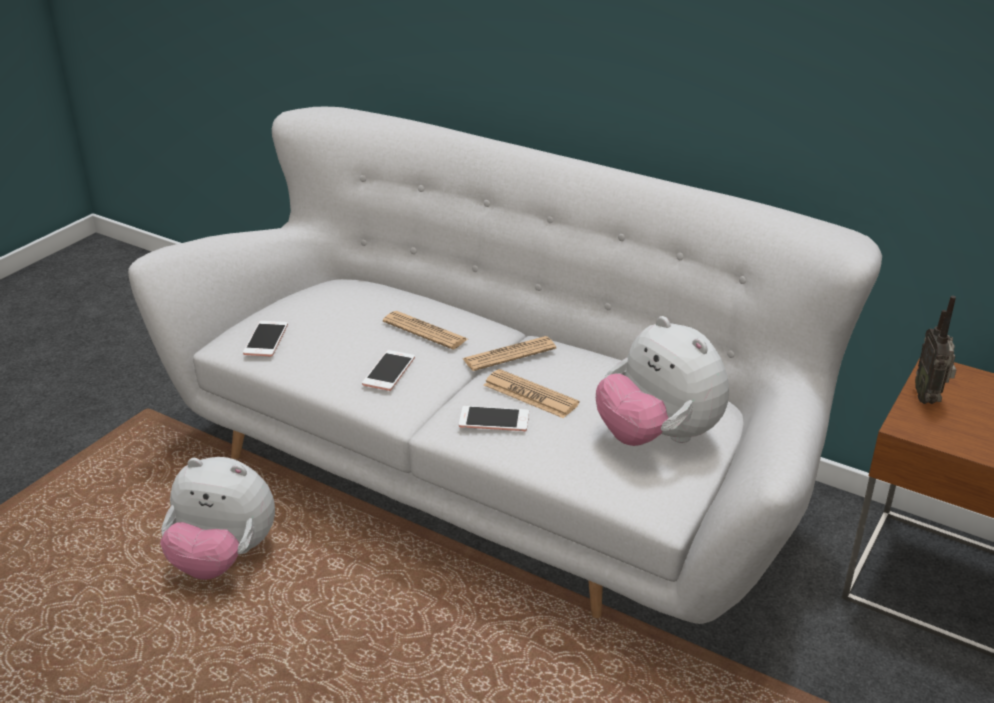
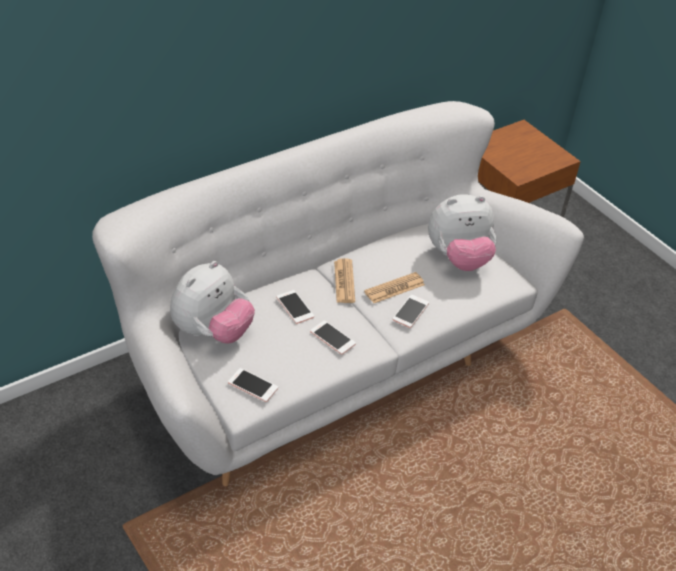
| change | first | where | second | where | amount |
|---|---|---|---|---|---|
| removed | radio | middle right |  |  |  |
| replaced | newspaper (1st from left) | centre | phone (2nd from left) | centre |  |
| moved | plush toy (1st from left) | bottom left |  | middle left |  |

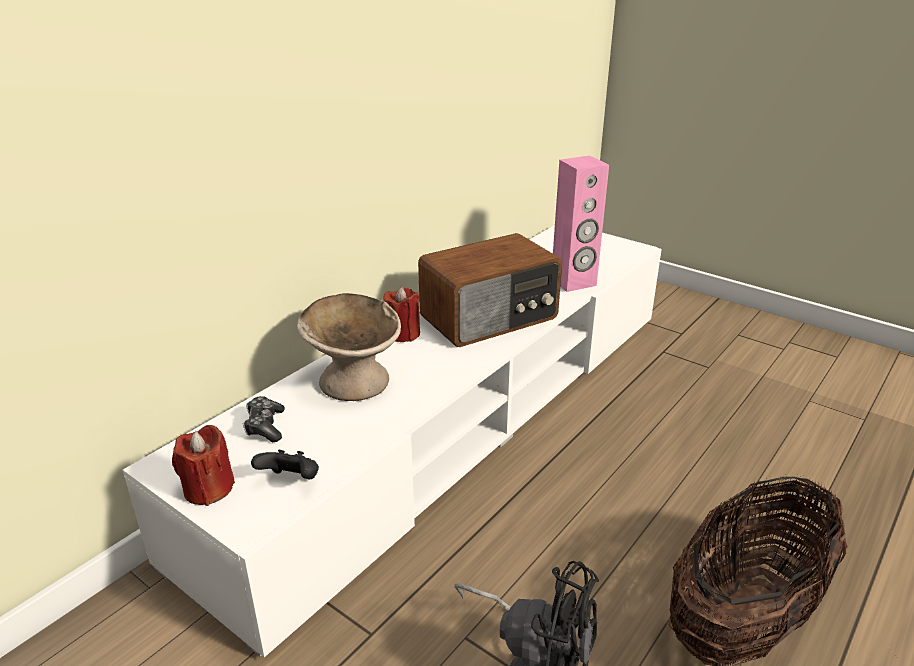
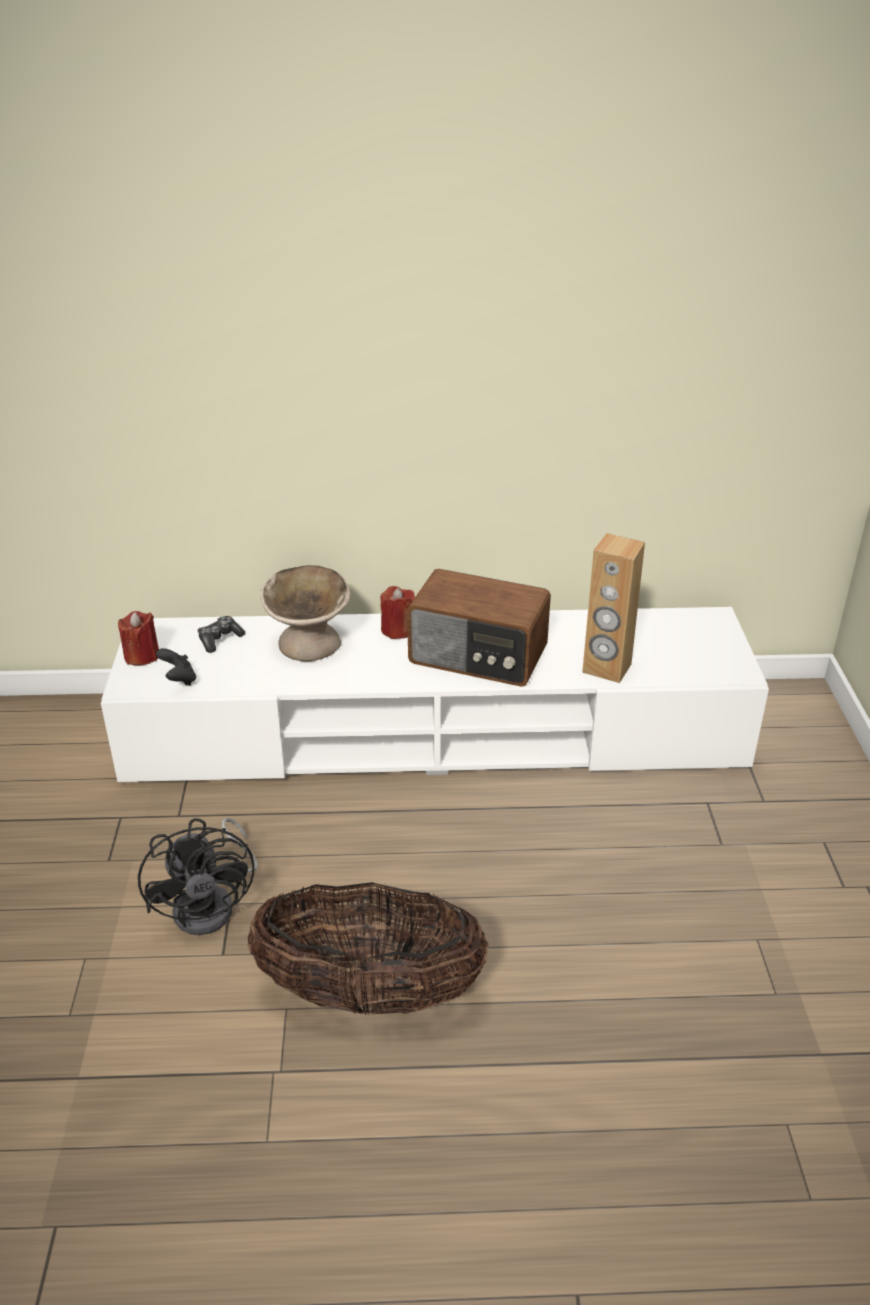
| change | first | where | second | where | amount |
|---|---|---|---|---|---|
| recoloured | speaker/pink | centre | speaker/brown | middle right |  |

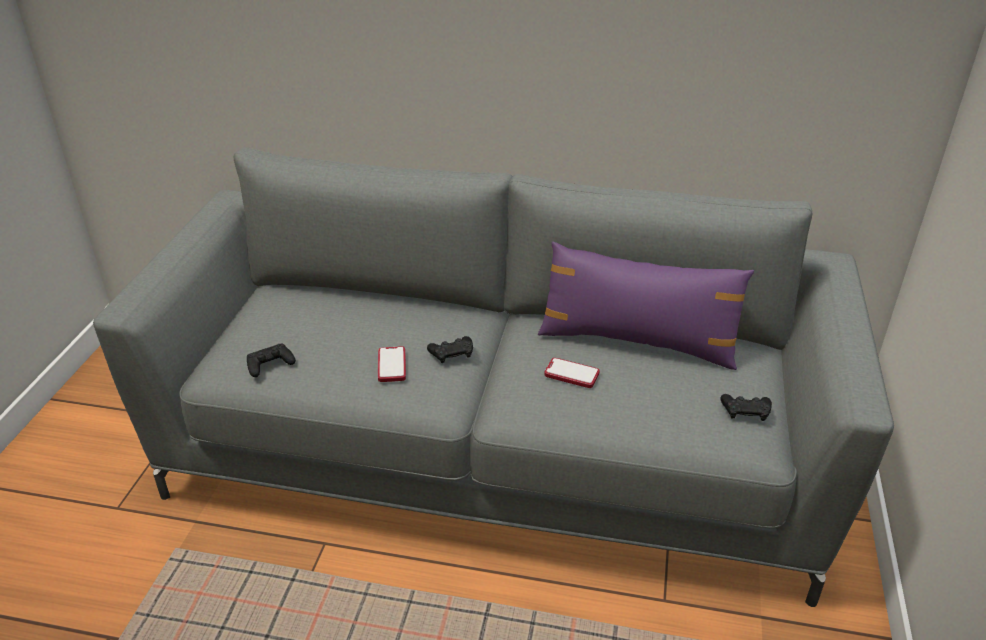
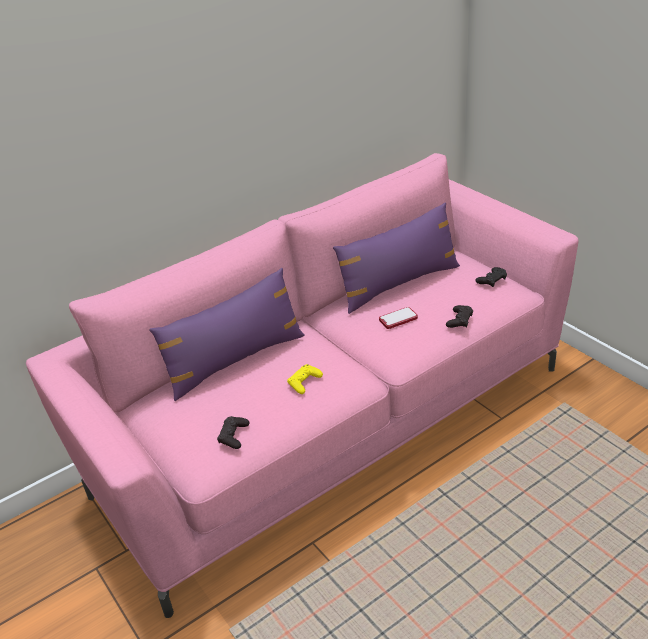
| change | first | where | second | where | amount |
|---|---|---|---|---|---|
| recoloured | sofa/grey | centre | sofa/pink | centre |  |
| moved | game controller/black (2nd from left) | centre |  | middle right |  |
| replaced | phone (1st from left) | centre | game controller/yellow | centre |  |
| added |  |  | pillow/purple (1st from left) | centre |  |

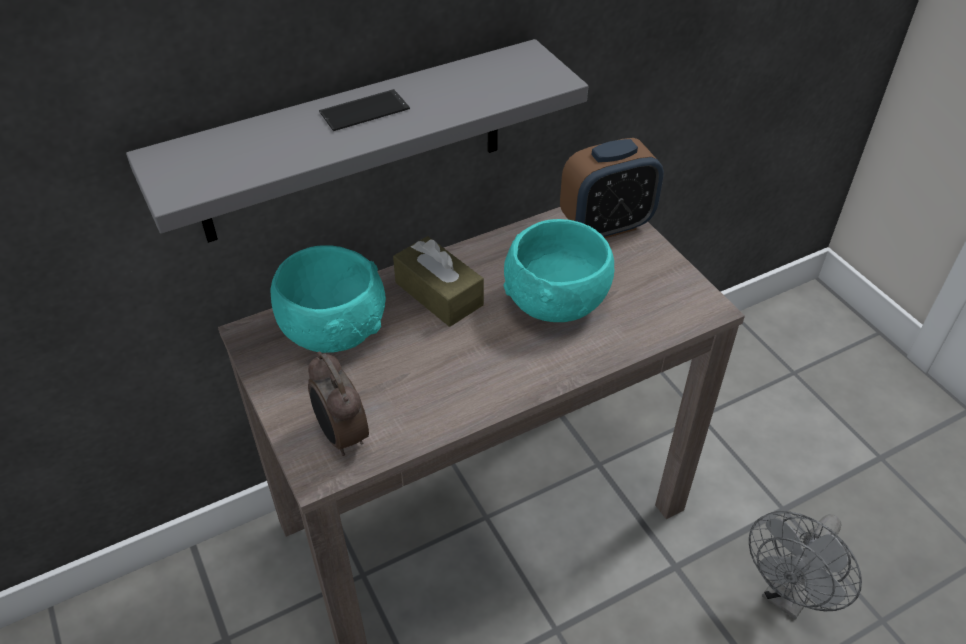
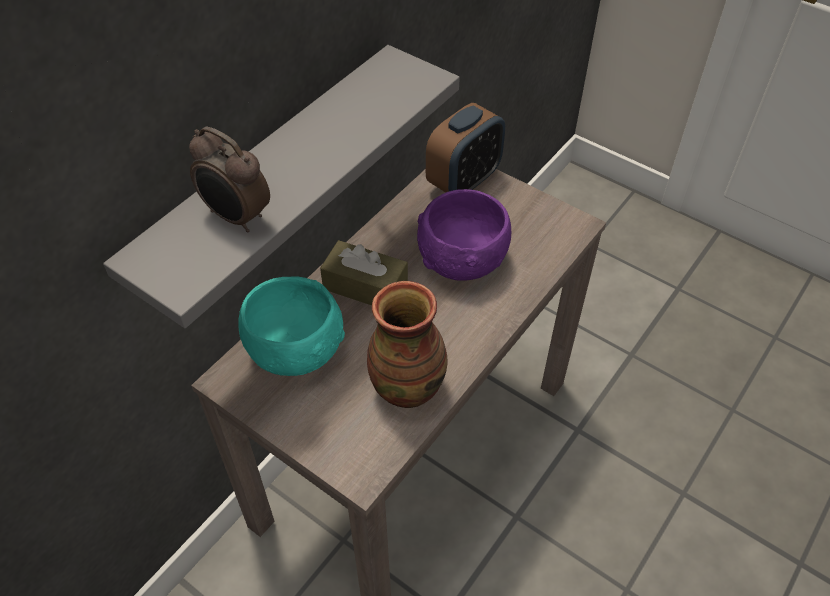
| change | first | where | second | where | amount |
|---|---|---|---|---|---|
| removed | phone | top centre |  |  |  |
| recoloured | bowl/turquoise (2nd from left) | centre | bowl/purple | centre |  |
| moved | alarm clock (1st from left) | centre |  | top left |  |
| removed | fan/grey | bottom right |  |  |  |
| added |  |  | vase | centre |  |

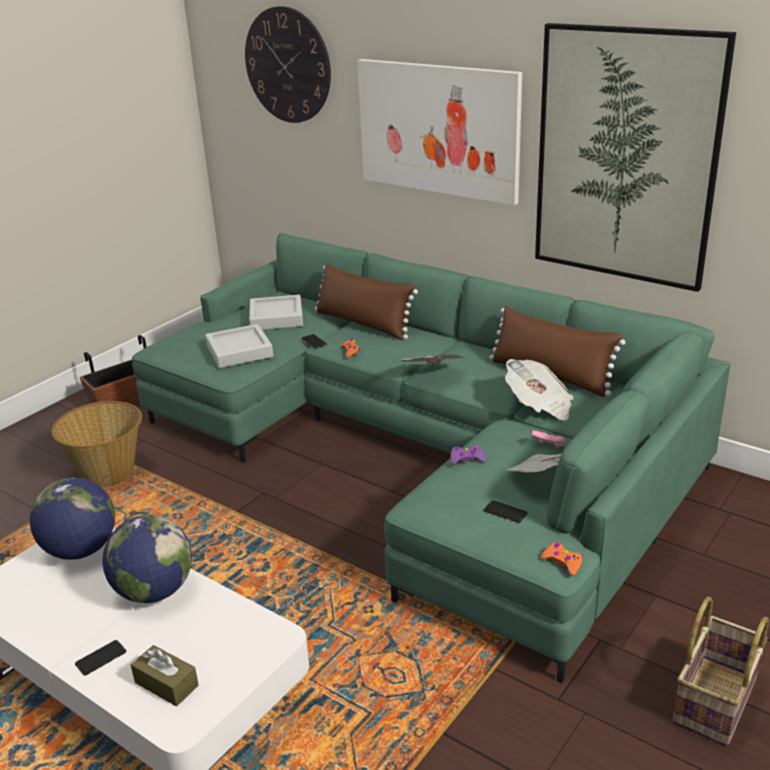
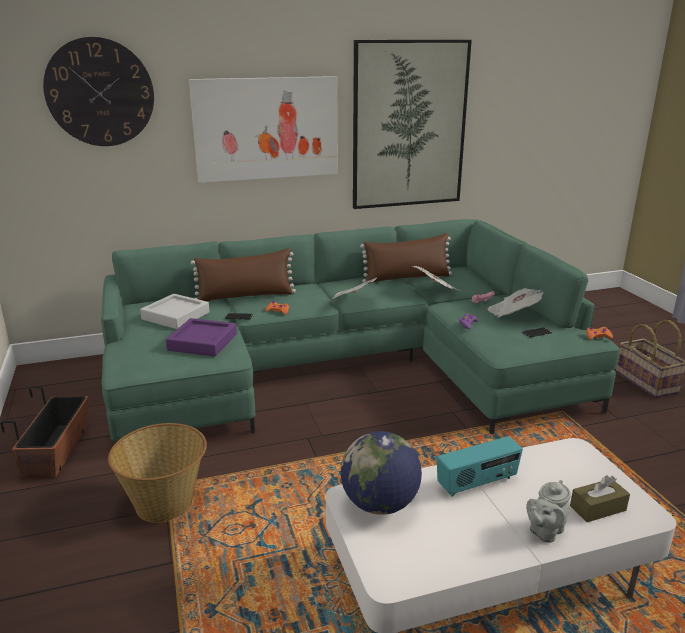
| change | first | where | second | where | amount |
|---|---|---|---|---|---|
| recoloured | tray/grey (1st from left) | middle left | tray/purple | middle left |  |
| replaced | globe (2nd from left) | bottom left | radio | bottom right |  |
| replaced | phone (1st from left) | bottom left | teapot/grey | bottom right |  |

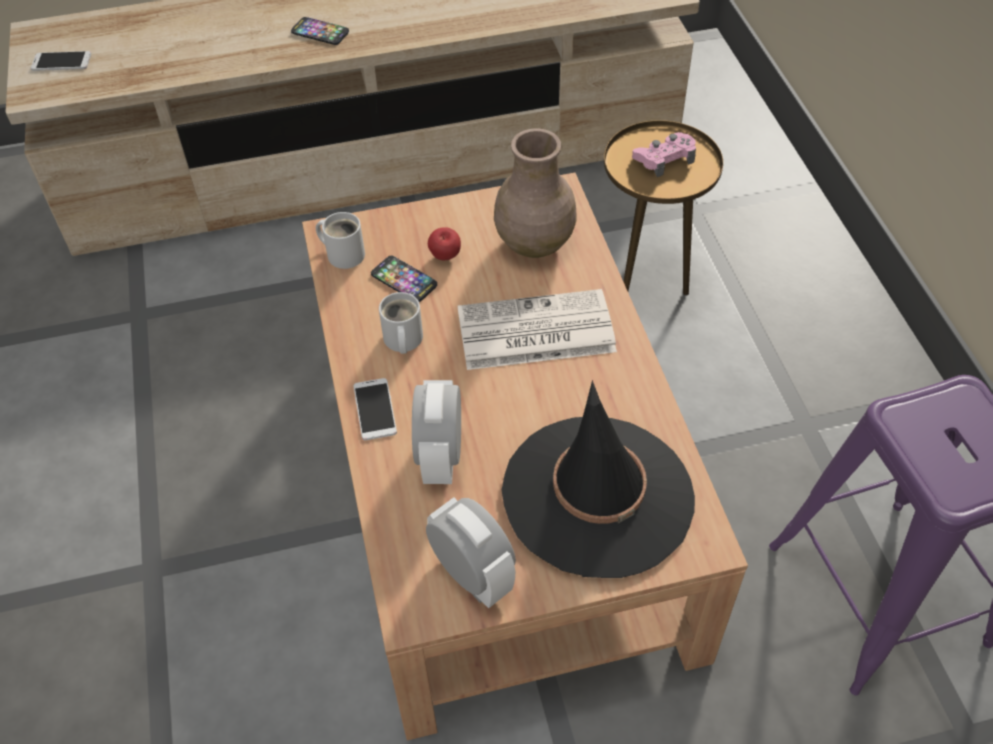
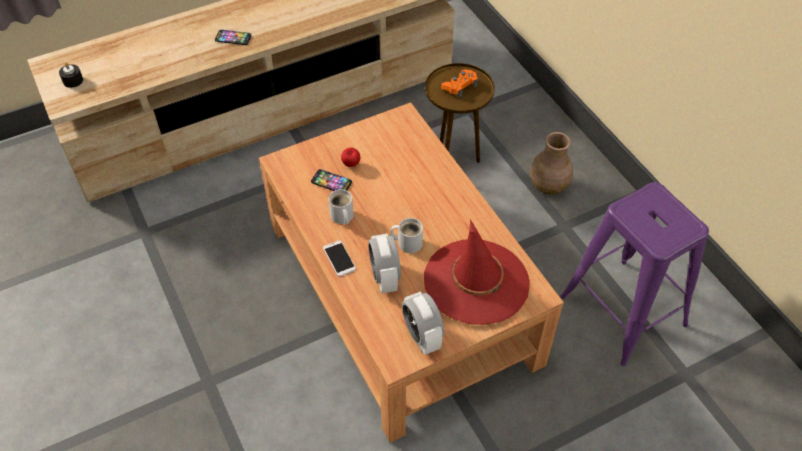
| change | first | where | second | where | amount |
|---|---|---|---|---|---|
| replaced | phone (1st from left) | top left | candle/black | top left |  |
| moved | vase/brown | top centre |  | middle right |  |
| recoloured | game controller/pink | top right | game controller/orange | top centre |  |
| moved | mug/white (1st from left in the first image) | top centre | mug/white (2nd from left) | centre |  |
| removed | newspaper | centre |  |  |  |
| recoloured | hat/black | centre | hat/red | centre |  |
| turned | alarm clock (2nd from left) | bottom centre |  | bottom centre | 150 degrees counterclockwise |

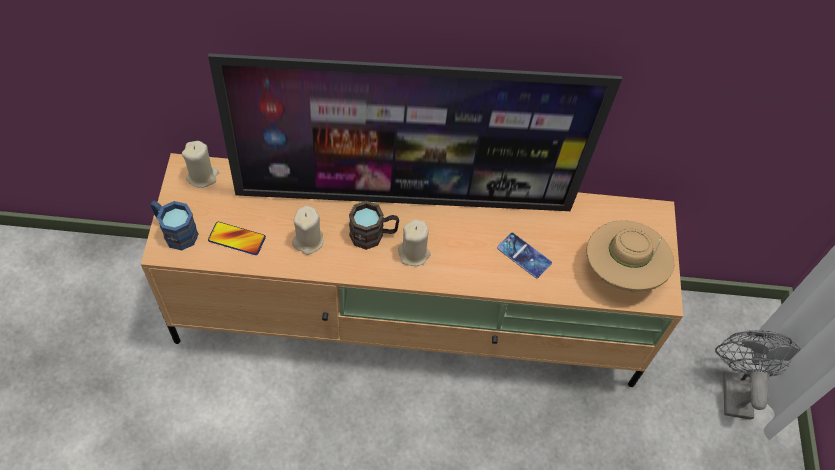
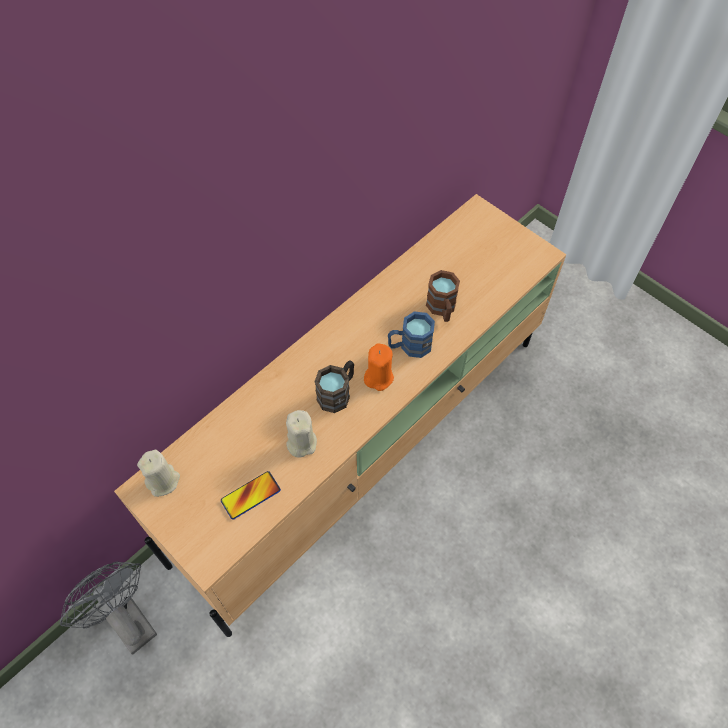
| change | first | where | second | where | amount |
|---|---|---|---|---|---|
| removed | television | top centre |  |  |  |
| moved | mug/blue | middle left |  | centre |  |
| recoloured | candle/beige (3rd from left) | centre | candle/orange | centre |  |
| removed | hat/beige | middle right |  |  |  |
| replaced | phone (2nd from left) | centre | mug/brown (2nd from left) | centre |  |
| moved | fan/grey | bottom right |  | bottom left |  |

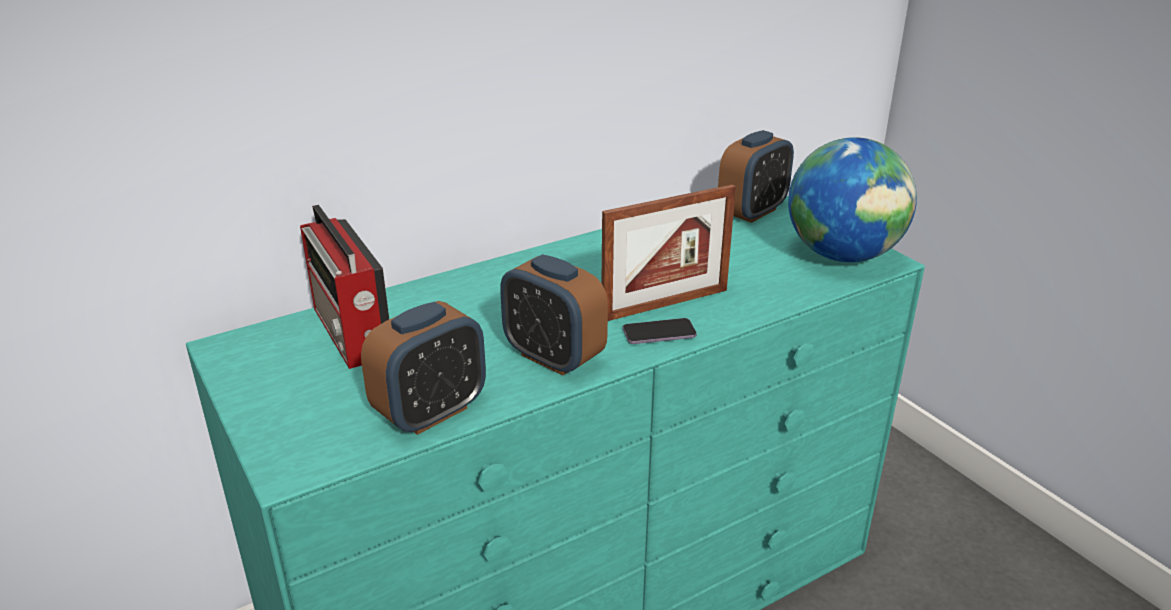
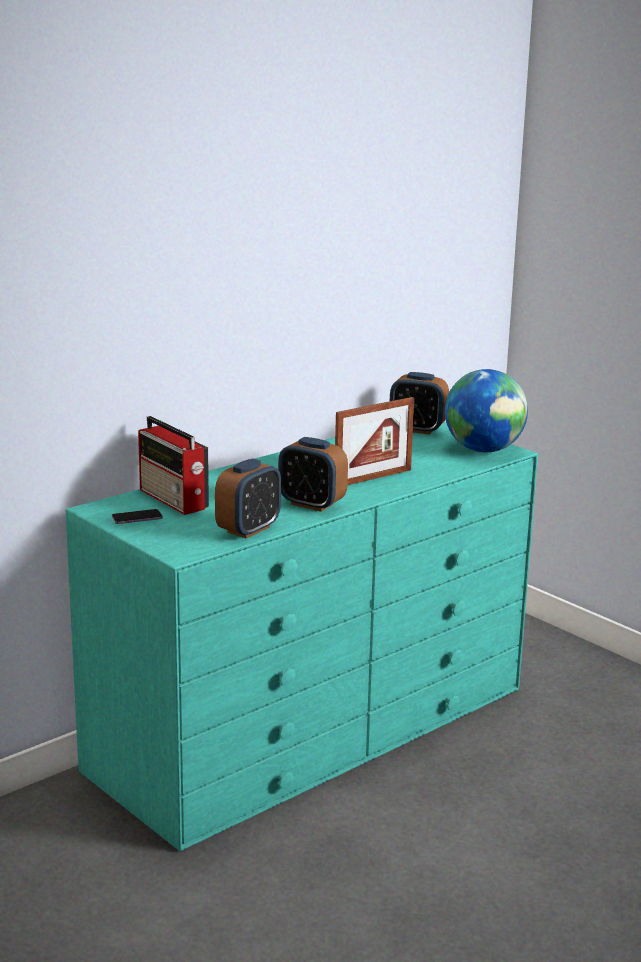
| change | first | where | second | where | amount |
|---|---|---|---|---|---|
| turned | alarm clock (3rd from left) | top centre |  | centre | 75 degrees clockwise |
| moved | phone | centre |  | middle left |  |

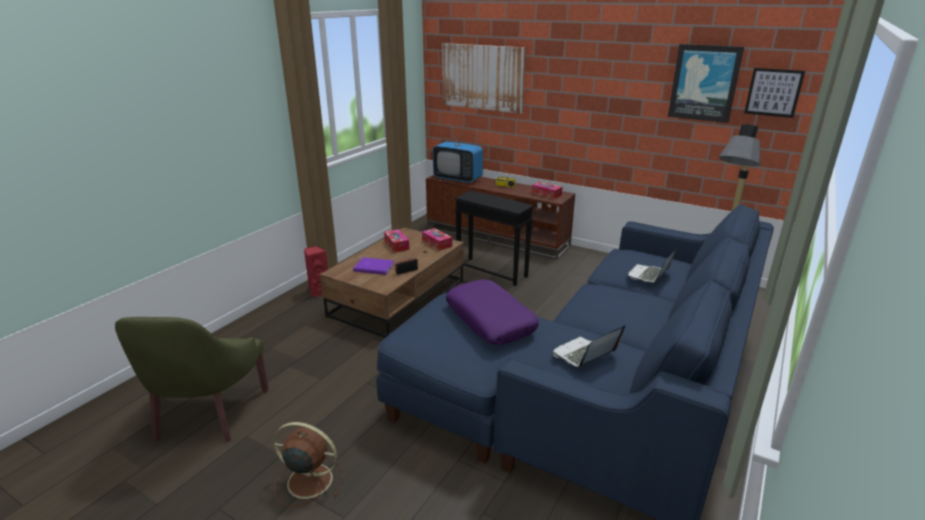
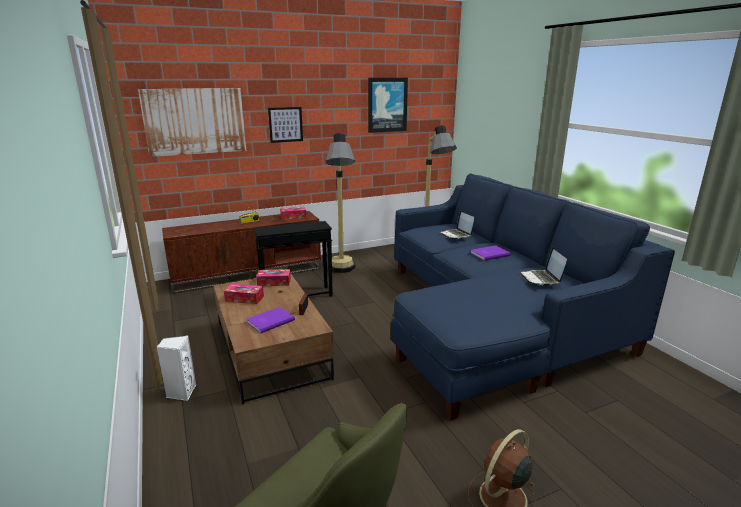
| change | first | where | second | where | amount |
|---|---|---|---|---|---|
| moved | picture (3rd from left in the first image) | top right | picture (2nd from left) | top centre |  |
| removed | television | top centre |  |  |  |
| recoloured | speaker/red | centre | speaker/white | bottom left |  |
| removed | pillow/purple | centre |  |  |  |
| added |  |  | floor lamp (1st from left) | centre |  |
| added |  |  | book/purple (2nd from left) | centre |  |

